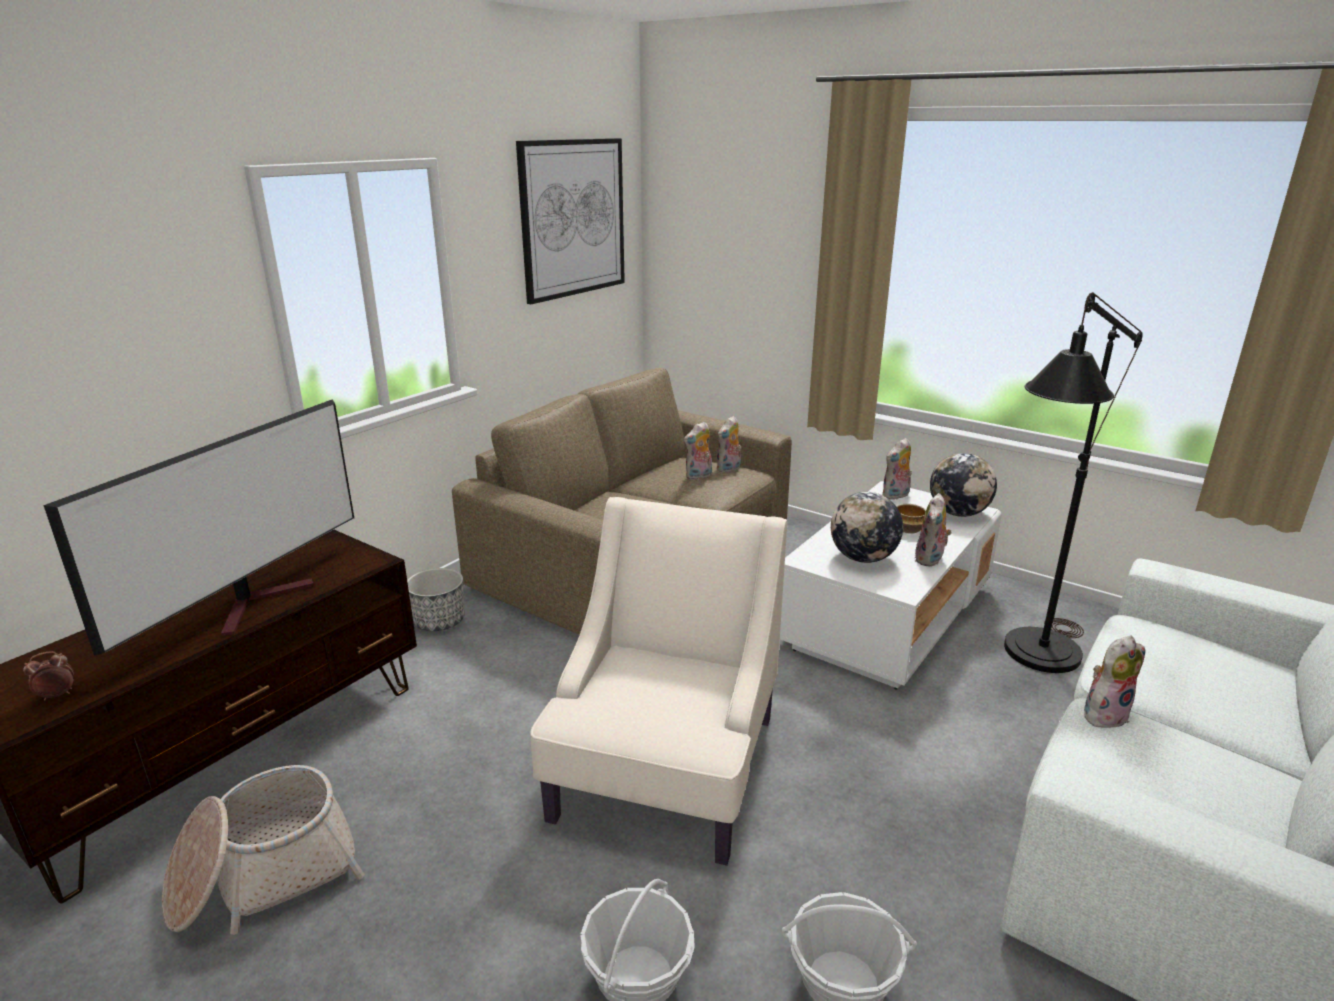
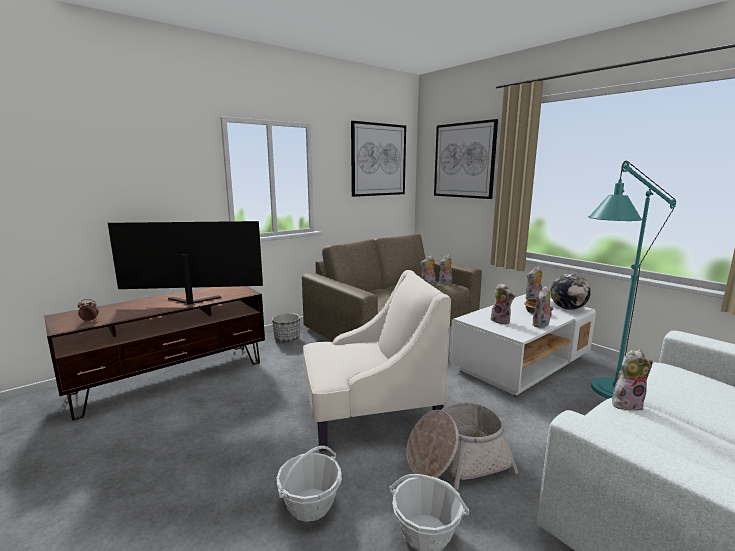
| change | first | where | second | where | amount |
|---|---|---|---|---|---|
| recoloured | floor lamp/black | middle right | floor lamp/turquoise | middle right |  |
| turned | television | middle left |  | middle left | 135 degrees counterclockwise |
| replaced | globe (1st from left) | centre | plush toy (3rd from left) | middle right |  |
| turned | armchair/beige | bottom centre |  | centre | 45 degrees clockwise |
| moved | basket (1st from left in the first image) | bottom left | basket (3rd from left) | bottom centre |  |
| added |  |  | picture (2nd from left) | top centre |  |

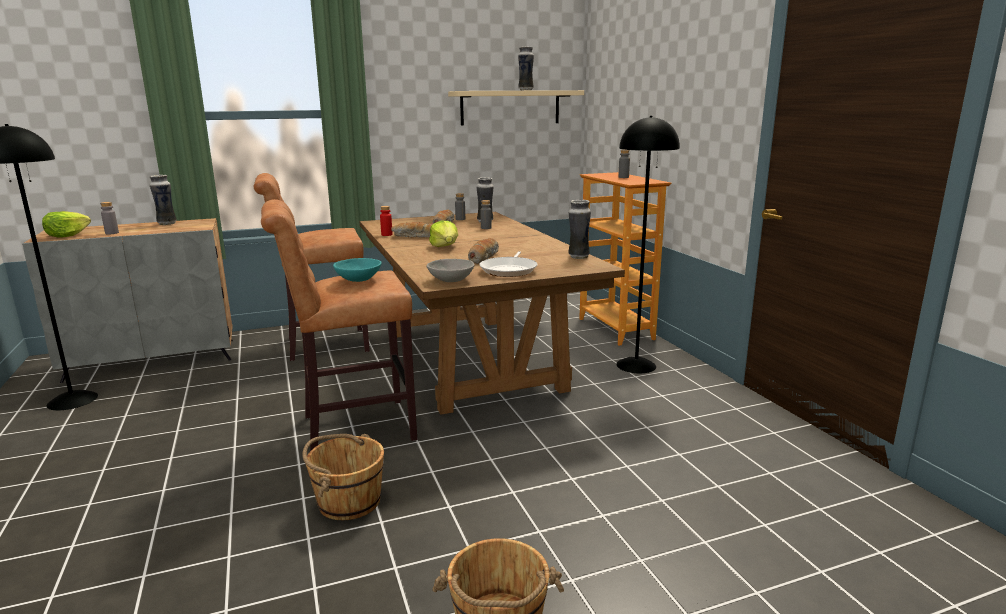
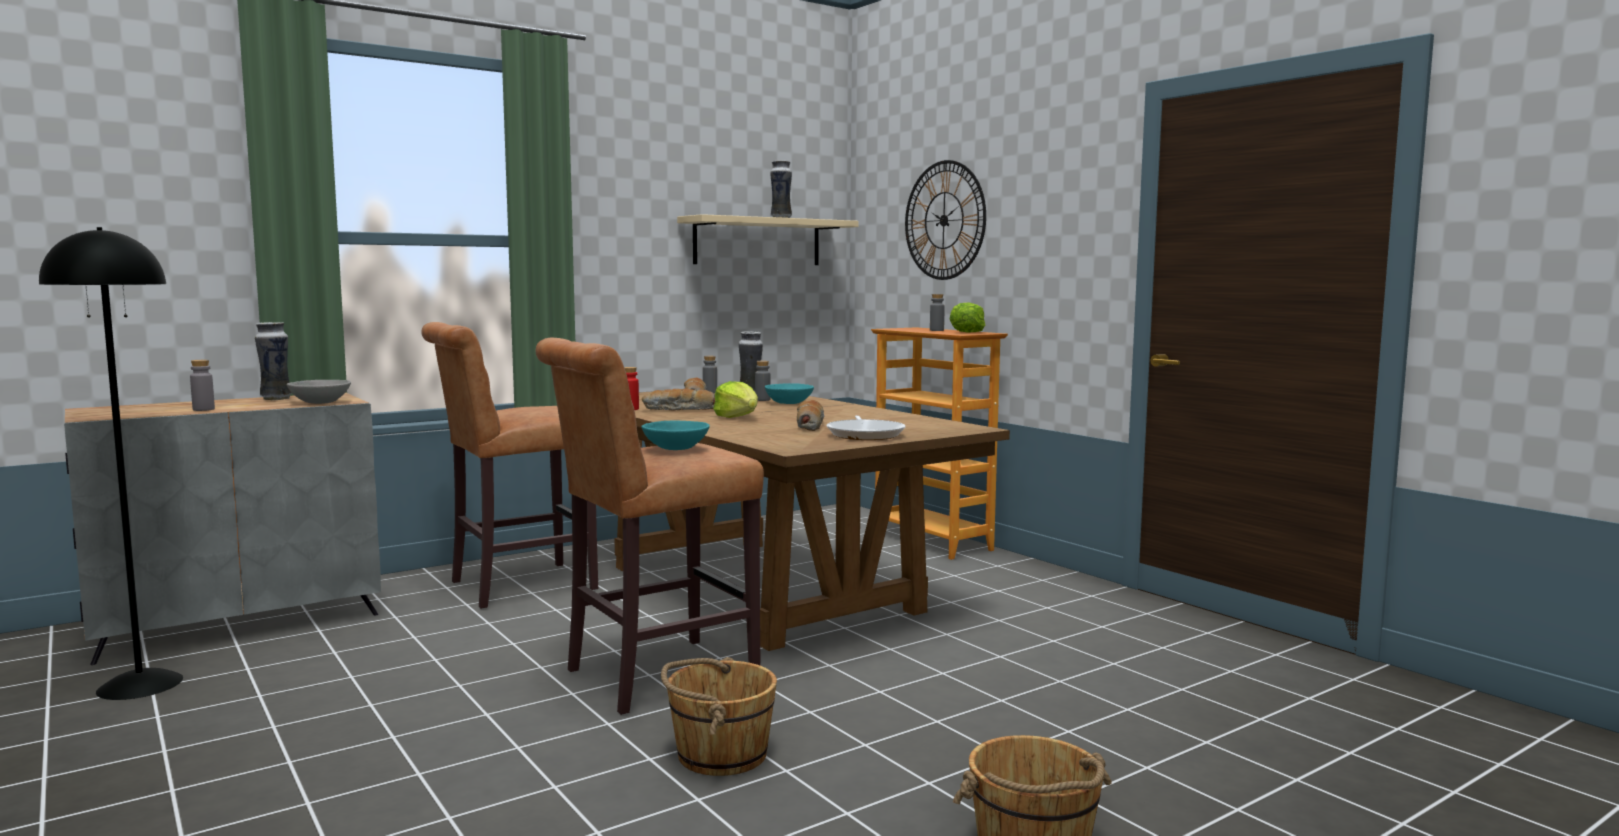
| change | first | where | second | where | amount |
|---|---|---|---|---|---|
| removed | floor lamp/black (2nd from left) | centre |  |  |  |
| removed | vase (4th from left) | centre |  |  |  |
| moved | lettuce (1st from left in the first image) | middle left | lettuce (2nd from left) | centre |  |
| moved | bowl/grey | centre |  | middle left |  |
| added |  |  | wall clock | top centre |  |
| added |  |  | bowl/turquoise (2nd from left) | centre |  |

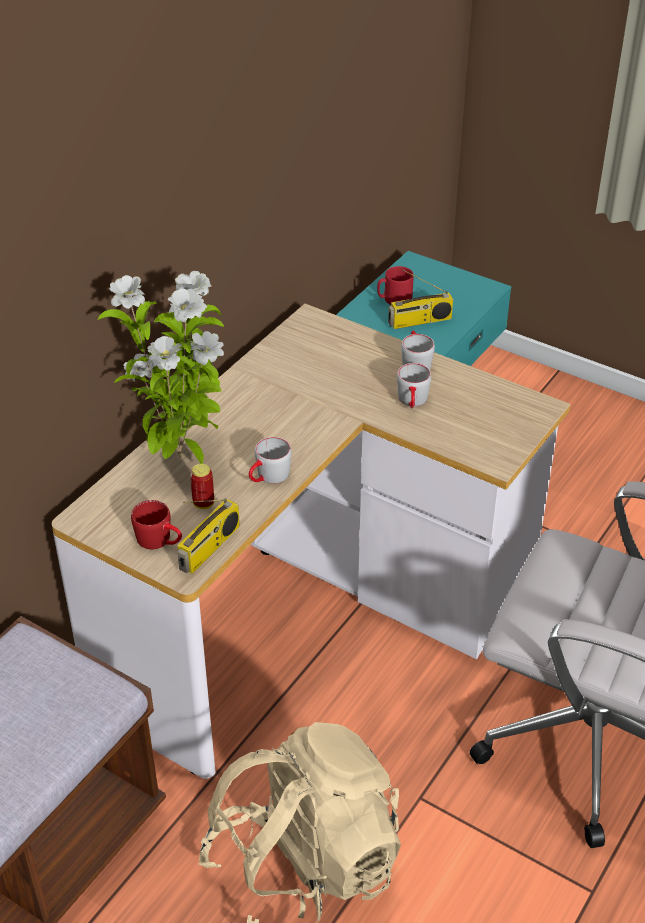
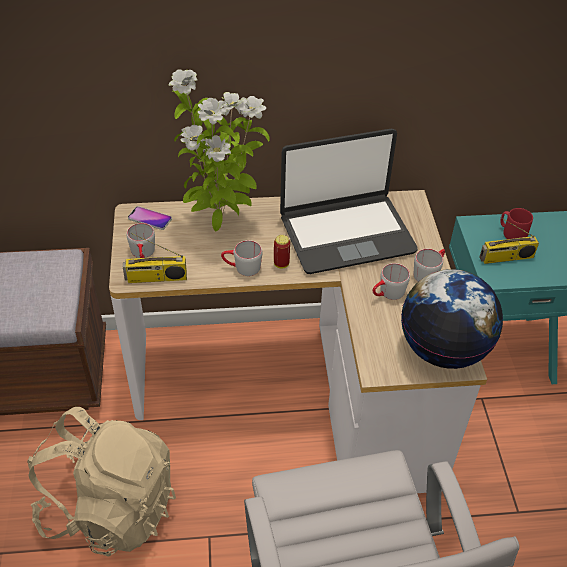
| change | first | where | second | where | amount |
|---|---|---|---|---|---|
| turned | radio (2nd from left) | top centre |  | middle right | 45 degrees counterclockwise |
| moved | can | middle left |  | centre |  |
| recoloured | mug/red (1st from left) | middle left | mug/grey (1st from left) | middle left |  |
| added |  |  | laptop | centre |  |
| added |  |  | phone | middle left |  |
| added |  |  | globe | middle right |  |

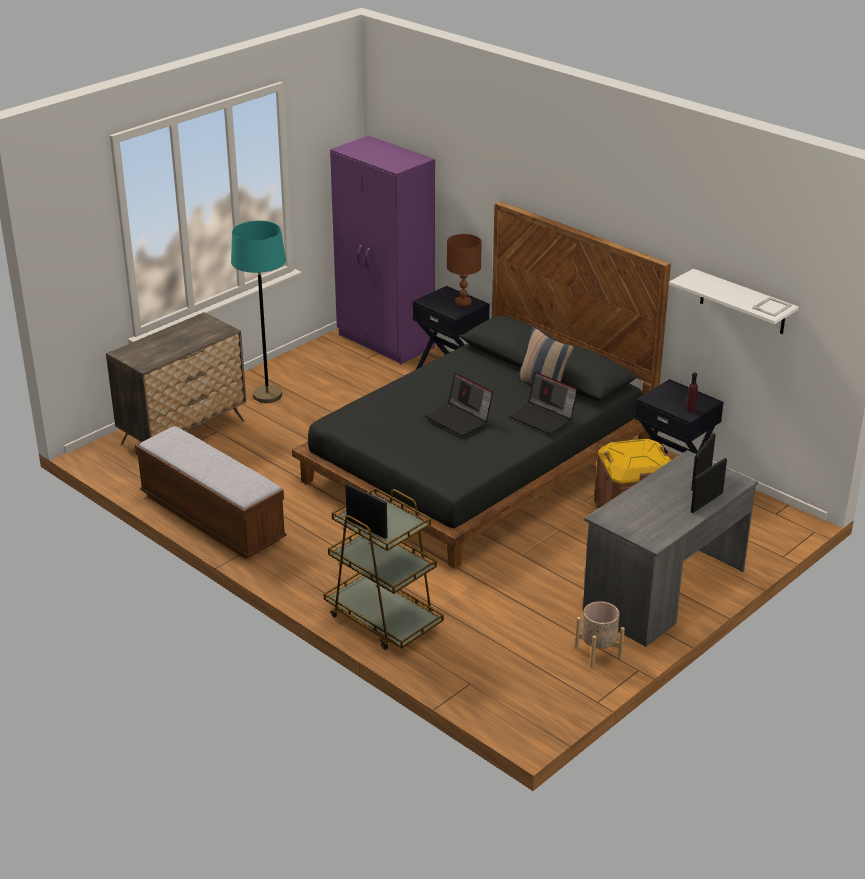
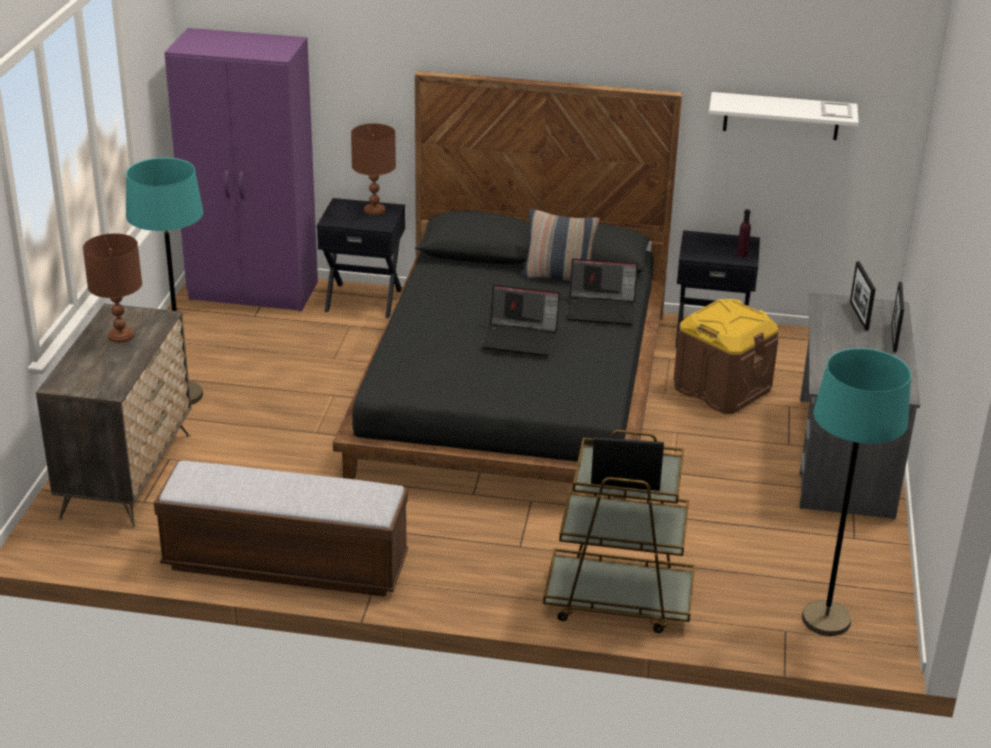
| change | first | where | second | where | amount |
|---|---|---|---|---|---|
| removed | planter/beige | bottom right |  |  |  |
| added |  |  | table lamp/brown (1st from left) | middle left |  |
| added |  |  | floor lamp/turquoise (2nd from left) | middle right |  |

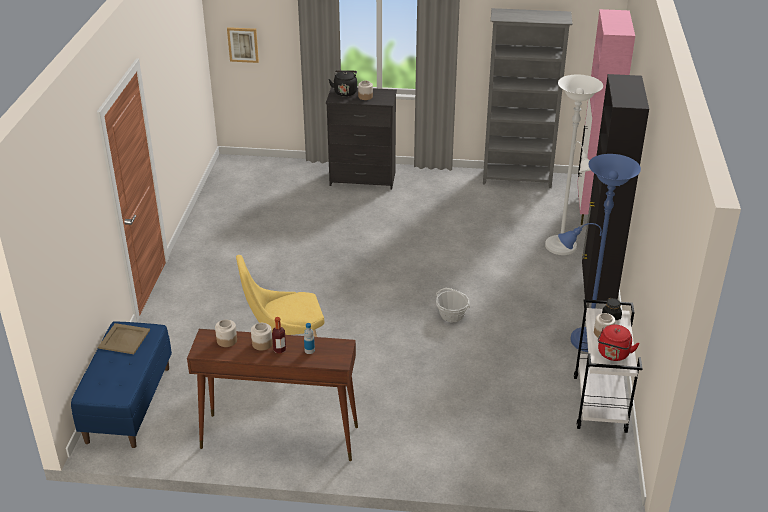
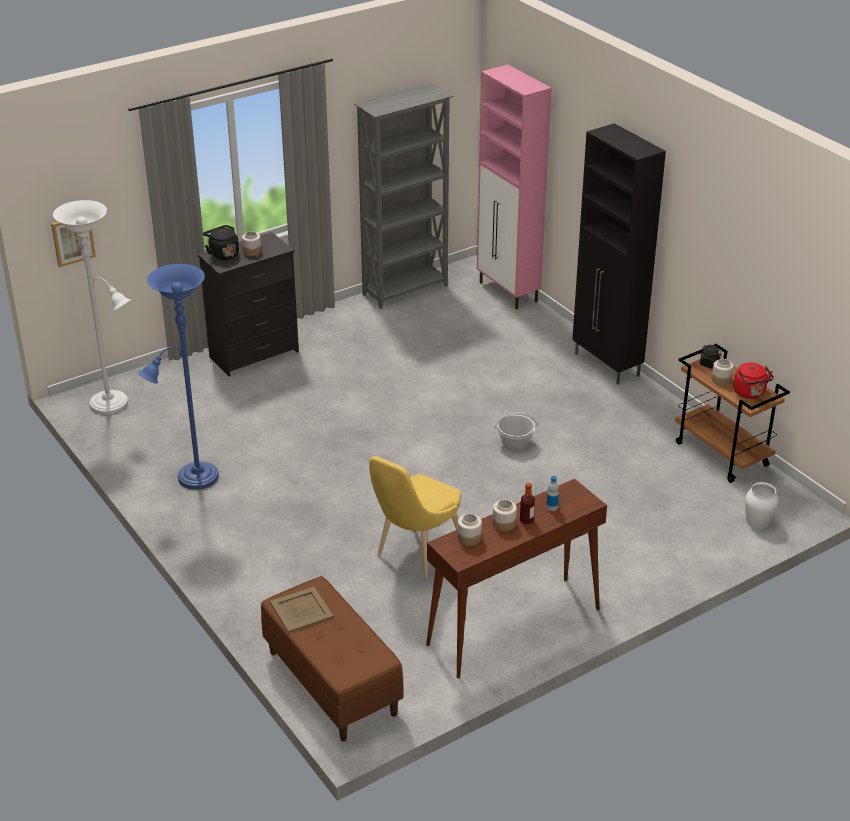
| change | first | where | second | where | amount |
|---|---|---|---|---|---|
| moved | floor lamp/white | top right |  | middle left |  |
| moved | floor lamp/blue | middle right |  | middle left |  |
| recoloured | cart/white | bottom right | cart/brown | middle right |  |
| recoloured | bench/blue | bottom left | bench/brown | bottom centre |  |
| added |  |  | vase/white | middle right |  |

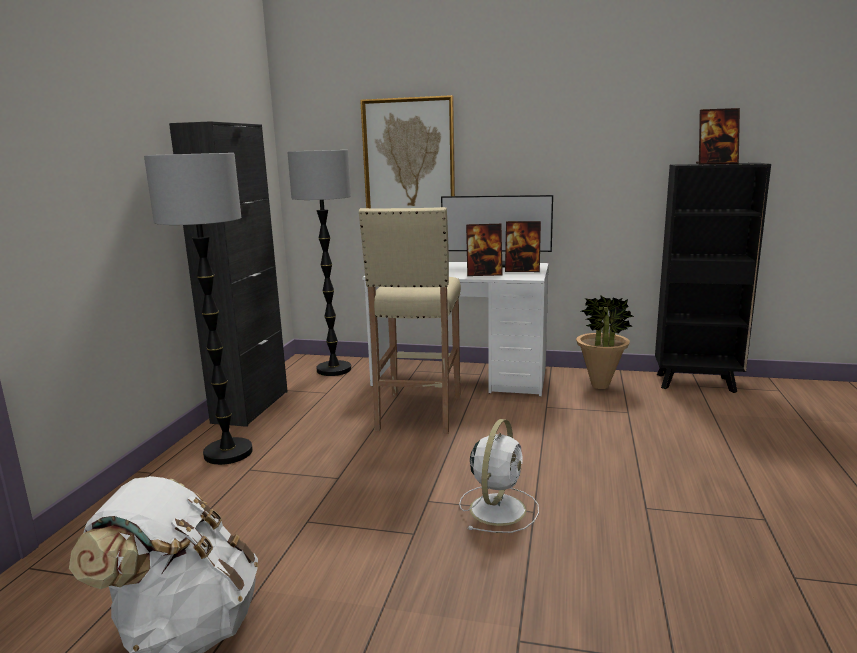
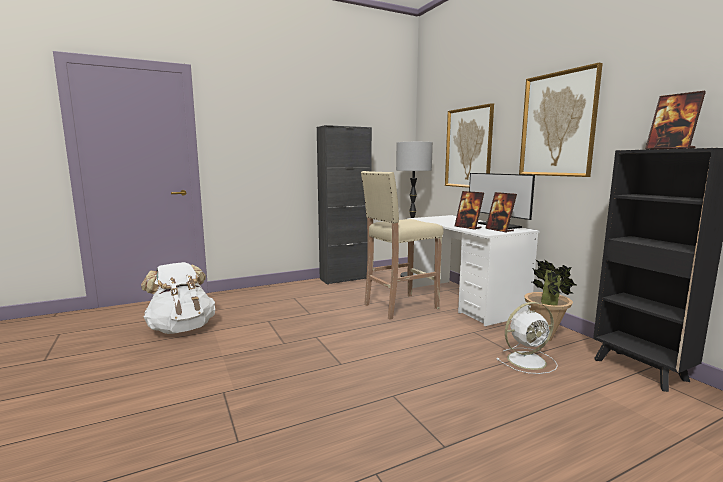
| change | first | where | second | where | amount |
|---|---|---|---|---|---|
| removed | floor lamp (1st from left) | middle left |  |  |  |
| moved | fan/white | bottom centre |  | bottom right |  |
| added |  |  | picture (2nd from left) | top right |  |

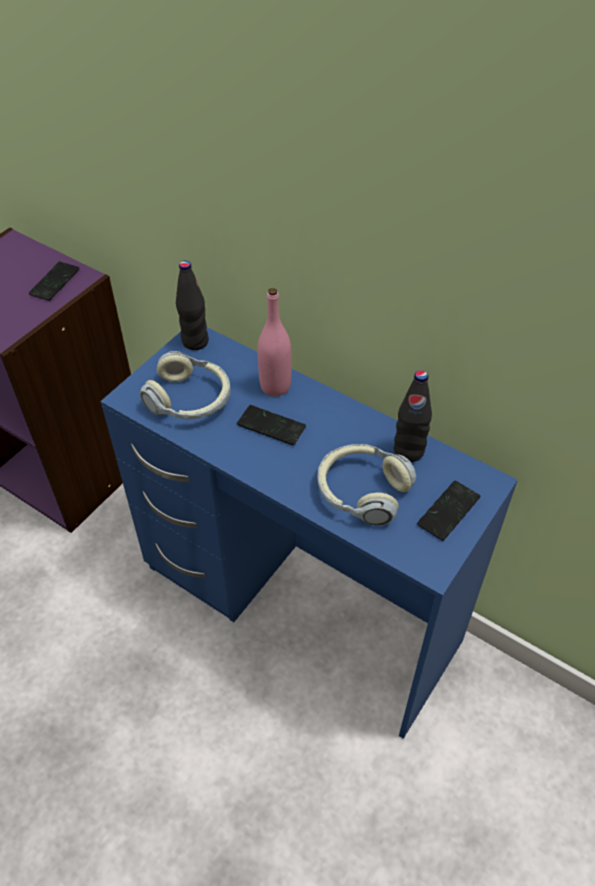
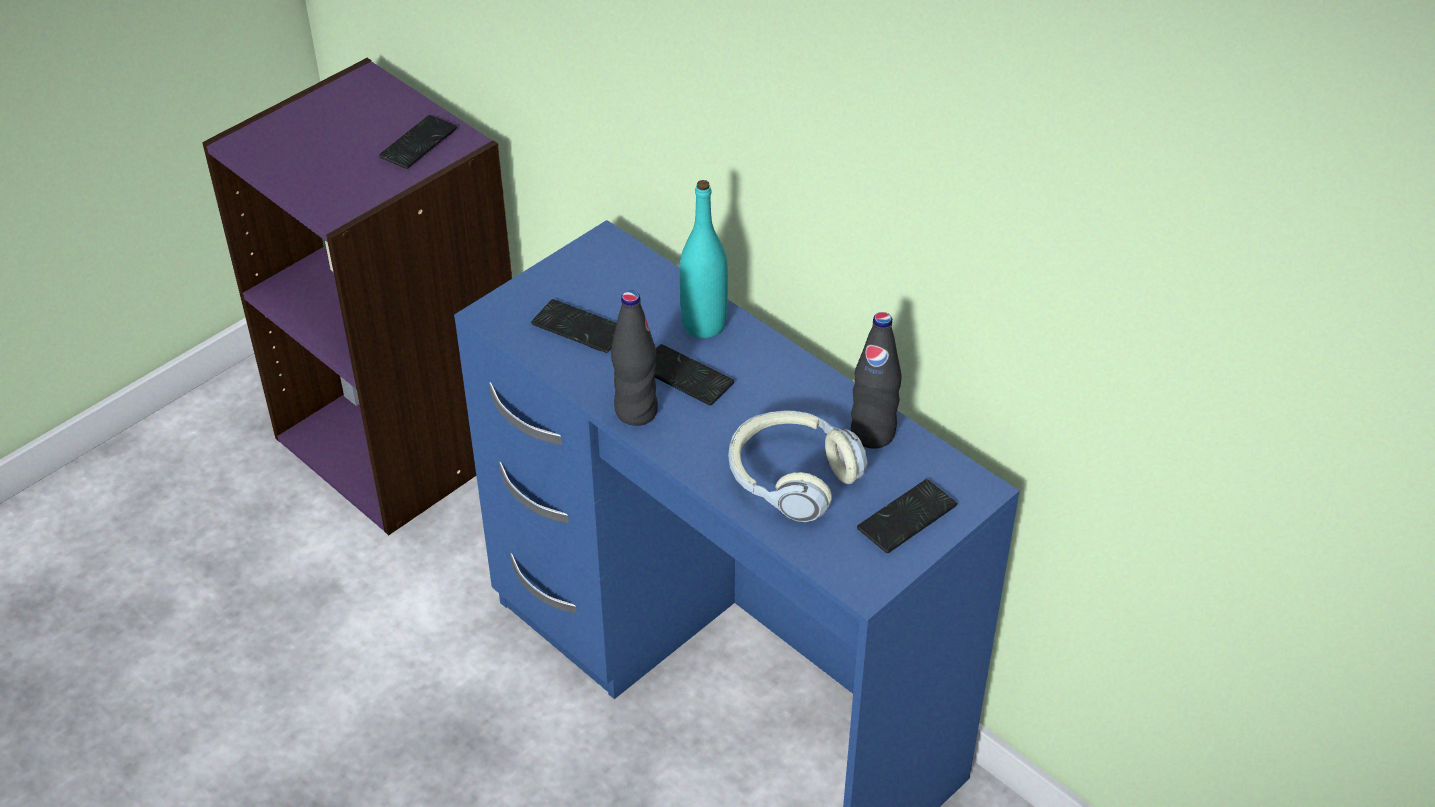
| change | first | where | second | where | amount |
|---|---|---|---|---|---|
| moved | bottle/black (1st from left) | middle left |  | centre |  |
| recoloured | bottle/pink | centre | bottle/turquoise | top centre |  |
| replaced | headphones (1st from left) | middle left | phone (2nd from left) | centre |  |

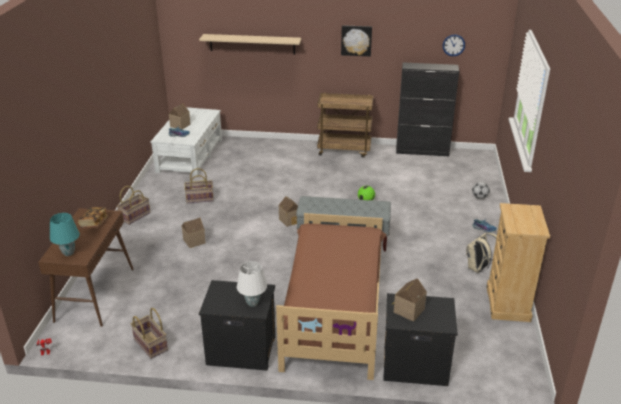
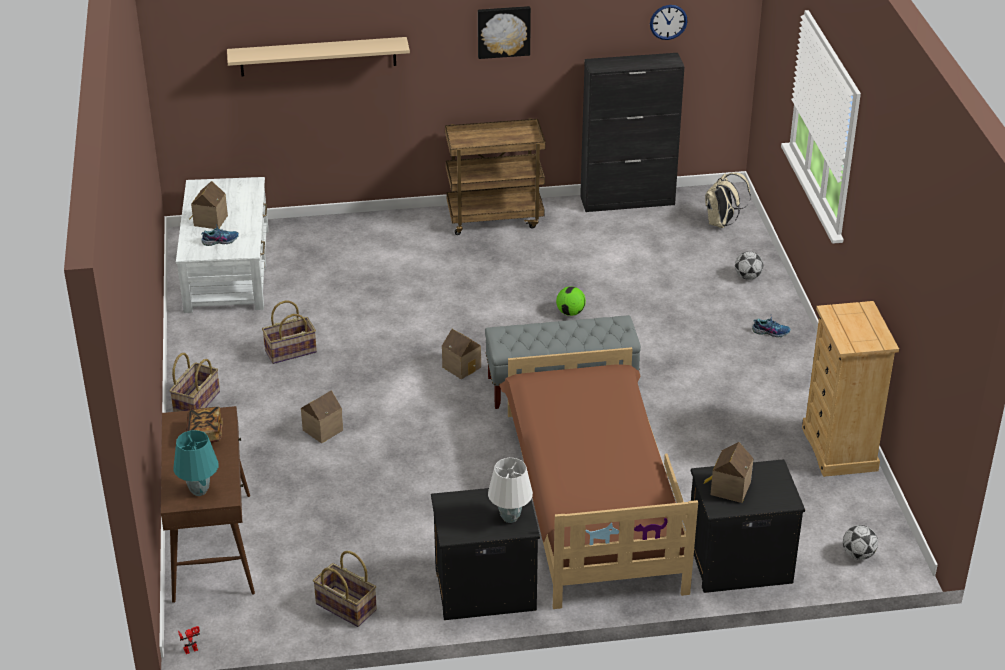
| change | first | where | second | where | amount |
|---|---|---|---|---|---|
| moved | backpack/beige | middle right |  | top right |  |
| added |  |  | football (3rd from left) | bottom right |  |

